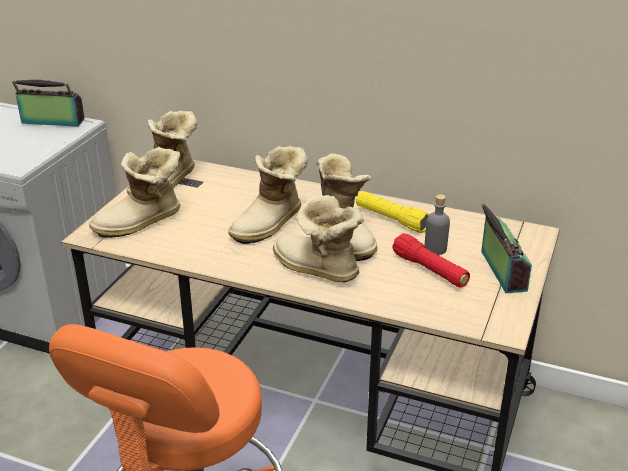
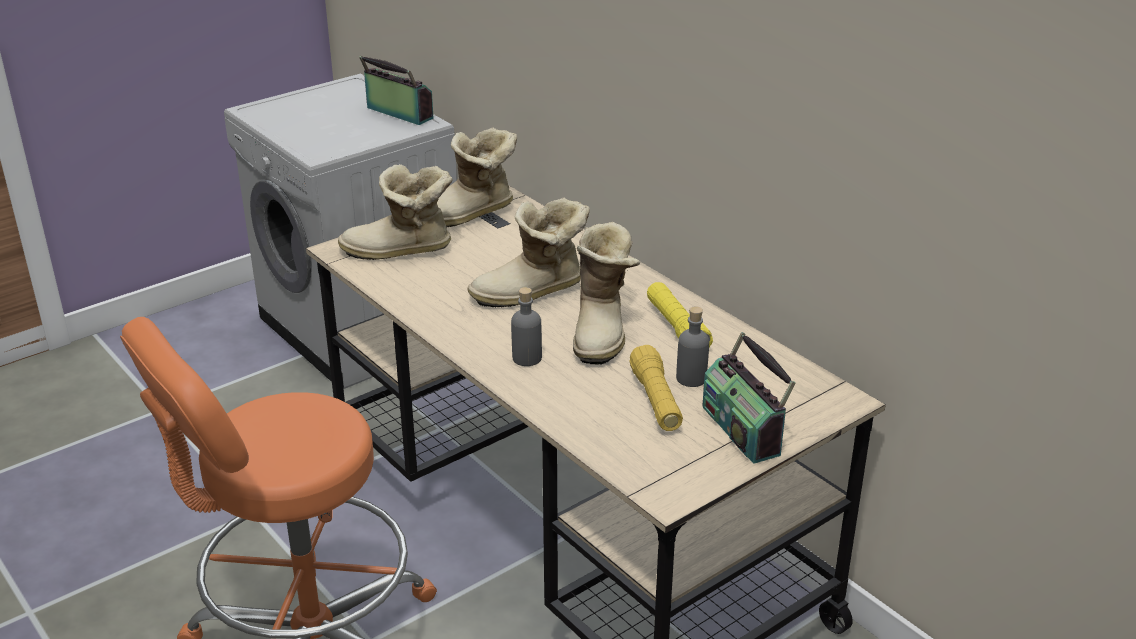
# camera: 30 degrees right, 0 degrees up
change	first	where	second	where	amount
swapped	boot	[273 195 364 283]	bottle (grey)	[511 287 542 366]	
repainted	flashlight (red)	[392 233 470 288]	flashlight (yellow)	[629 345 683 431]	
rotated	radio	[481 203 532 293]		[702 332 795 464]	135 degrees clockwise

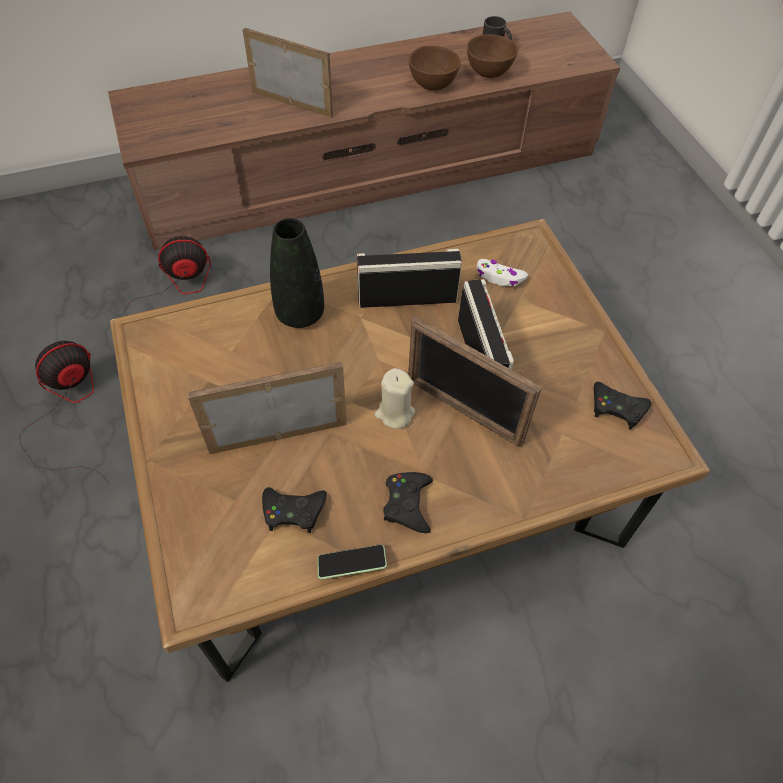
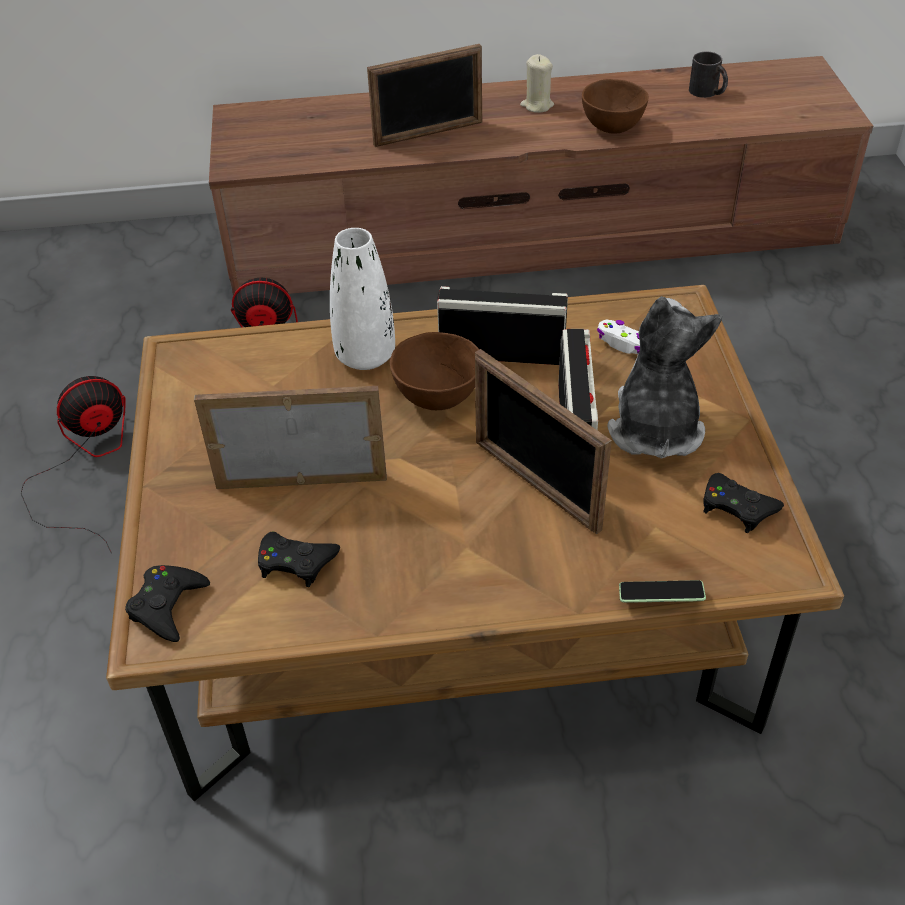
# camera: 15 degrees right, 10 degrees down
change	first	where	second	where	amount
rotated	picture frame	[243 28 333 117]		[367 44 482 147]	120 degrees clockwise
repainted	vase (black)	[270 218 324 328]	vase (white)	[330 228 395 370]	
shifted	phone	[317 544 387 579]		[619 580 706 603]	
shifted	candle (beige)	[375 368 415 429]		[520 54 554 113]	
shifted	game controller (black)	[383 472 433 533]		[125 565 210 642]	
shifted	bowl (brown)	[467 34 518 78]		[390 332 479 410]	
new			plush toy	[607 296 723 459]	

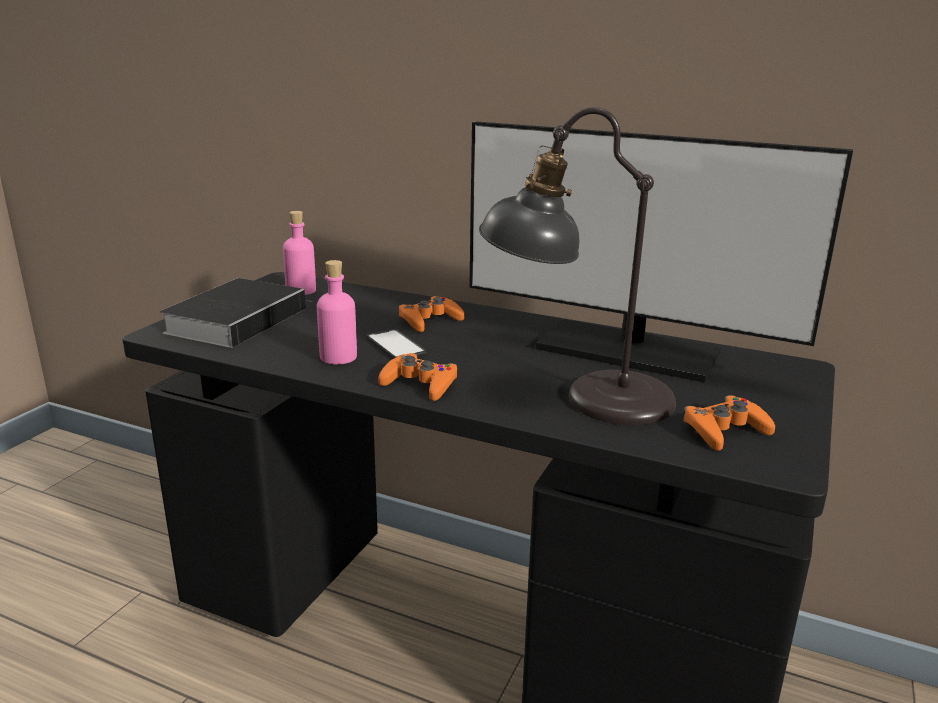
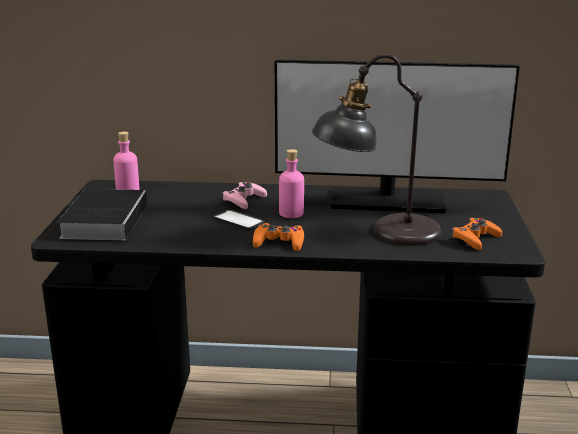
# camera: 20 degrees left, 0 degrees up
change	first	where	second	where	amount
shifted	bottle (pink)	[317 260 357 365]		[279 149 304 218]	
repainted	game controller (orange)	[399 296 465 332]	game controller (pink)	[222 182 267 209]	

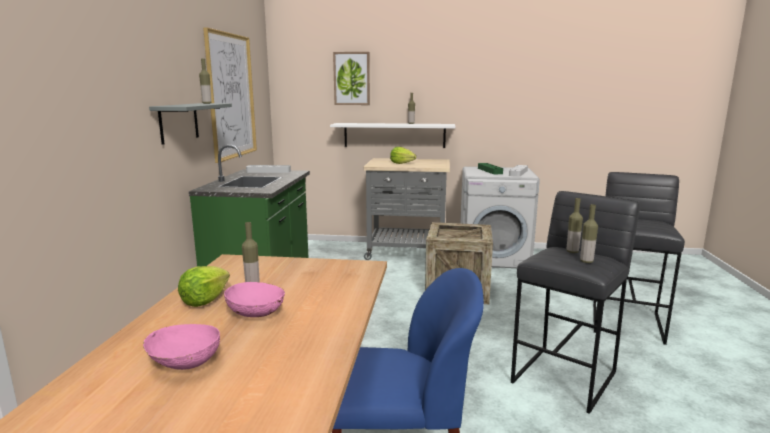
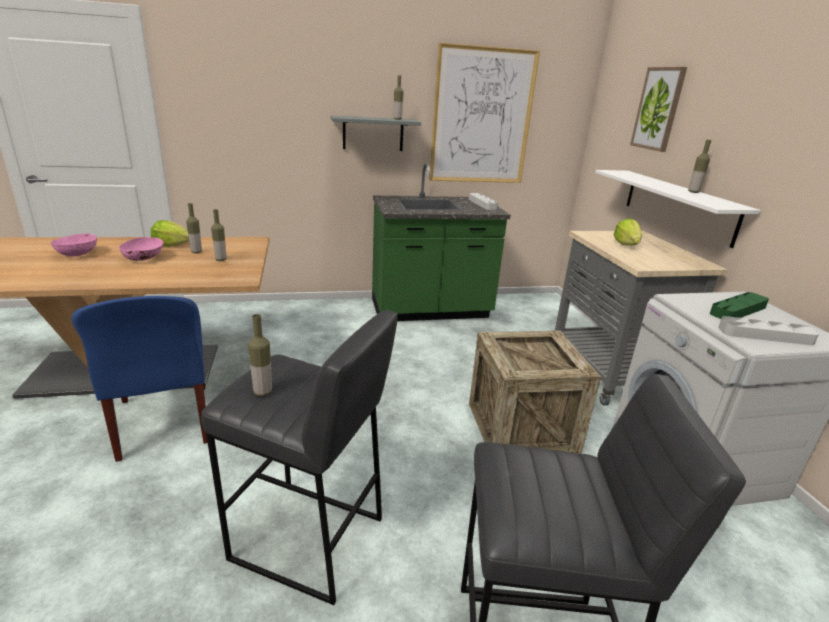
# camera: 70 degrees right, 10 degrees up
change	first	where	second	where	amount
shifted	bottle	[567 198 583 253]		[211 209 227 261]	

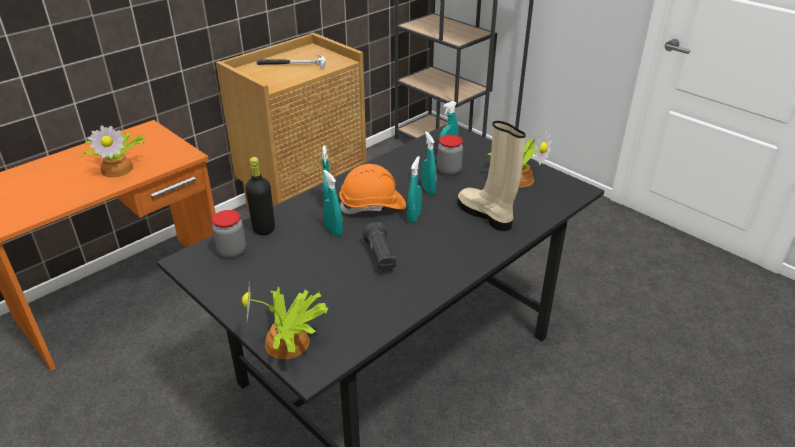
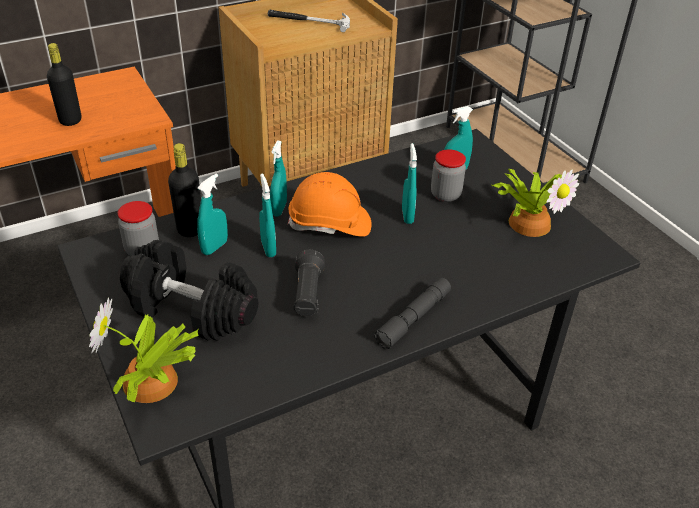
# camera: 15 degrees right, 5 degrees up
change	first	where	second	where	amount
swapped	potted plant	[80 125 146 177]	bottle (black)	[47 43 81 126]	
shifted	spray bottle (turquoise)	[407 156 422 223]		[197 173 228 255]	
gone	boot (beige)	[457 121 526 231]			
new			dumbbell (black)	[120 240 258 341]	
new			flashlight (grey)	[374 278 451 349]	

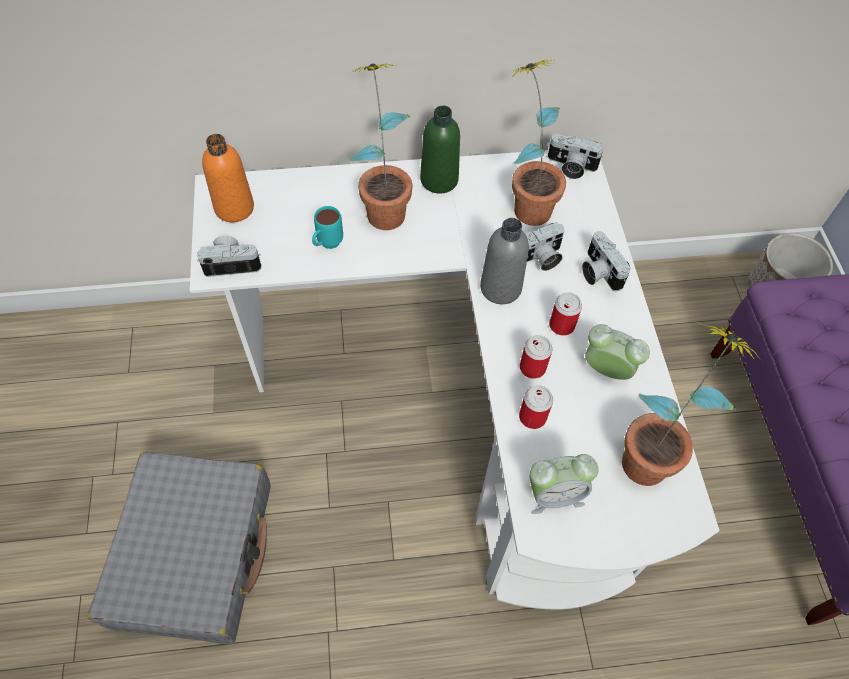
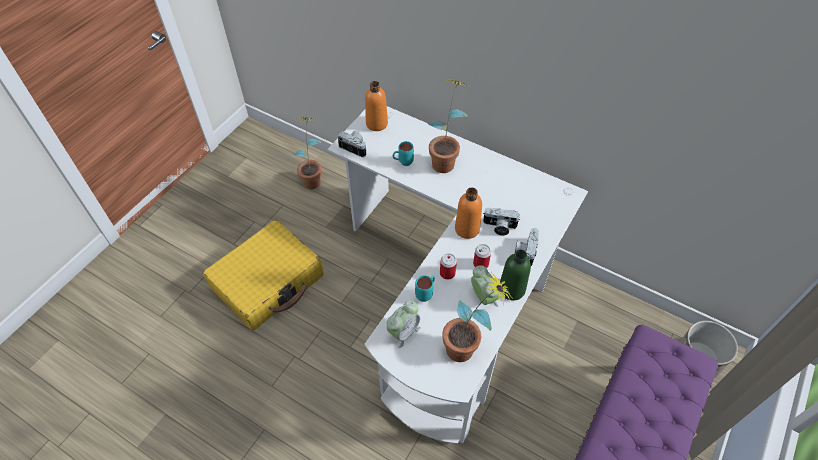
# camera: 40 degrees right, 5 degrees down
change	first	where	second	where	amount
repainted	suitcase (grey)	[88 451 271 645]	suitcase (yellow)	[203 220 324 330]	
shifted	bottle (green)	[420 106 460 194]		[500 250 531 301]	
repainted	bottle (grey)	[480 218 529 304]	bottle (orange)	[455 188 482 239]	
shifted	potted plant	[512 59 566 226]		[292 117 323 189]	
swapped	can	[519 385 553 429]	mug (turquoise)	[415 275 435 302]	
rotated	alarm clock	[529 454 599 514]		[387 301 421 348]	75 degrees counterclockwise
gone	photo camera	[548 134 603 179]			

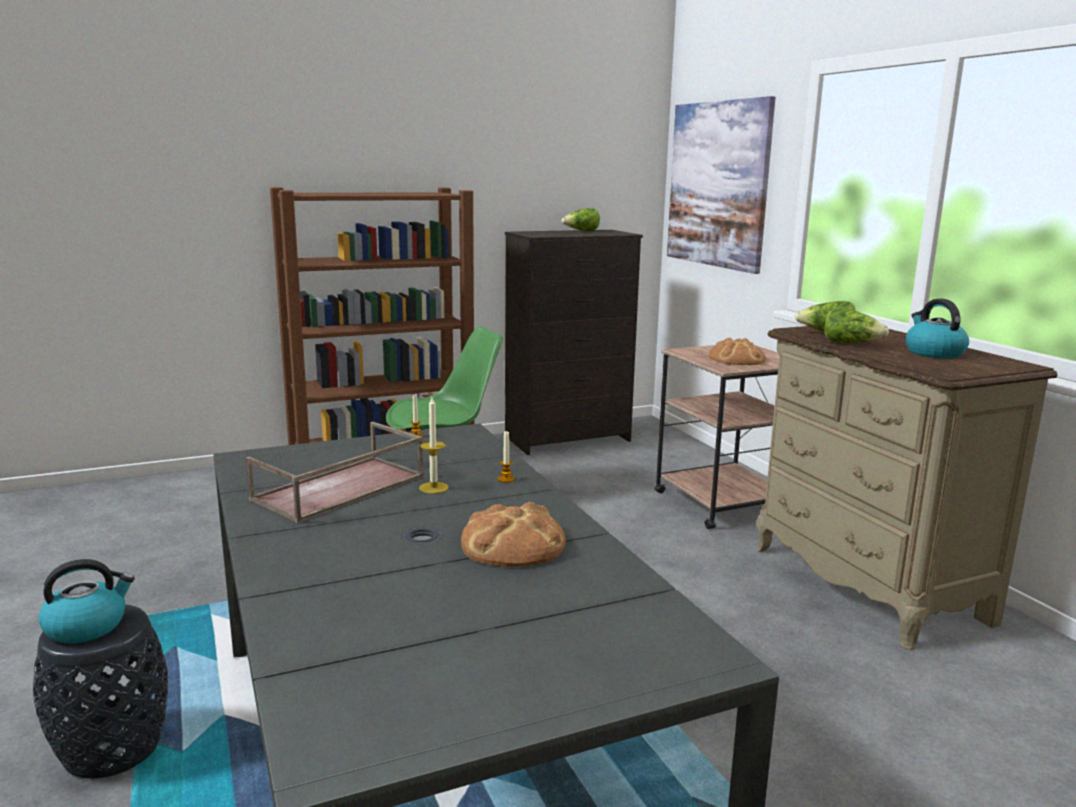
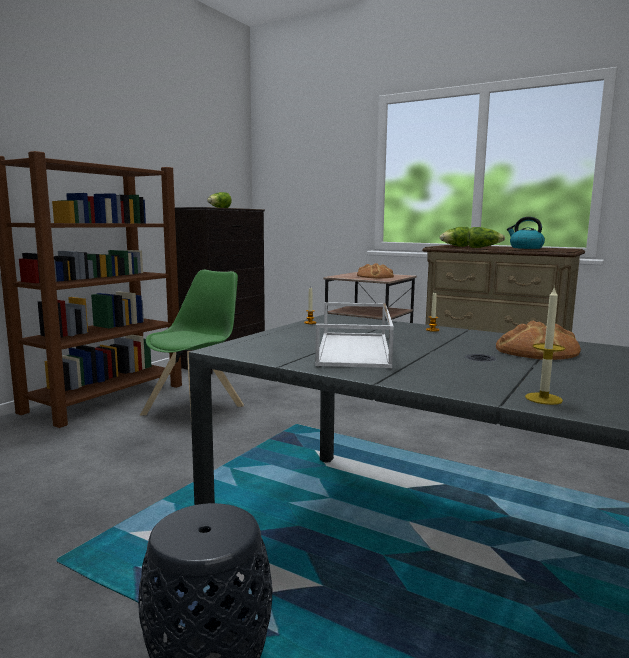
# camera: 35 degrees left, 5 degrees down
change	first	where	second	where	amount
gone	kettle	[38 559 135 644]			
repainted	tray (brown)	[246 422 424 523]	tray (white)	[315 302 394 368]	
shifted	candle	[419 397 449 494]		[525 286 565 405]	
gone	picture	[667 96 776 274]			

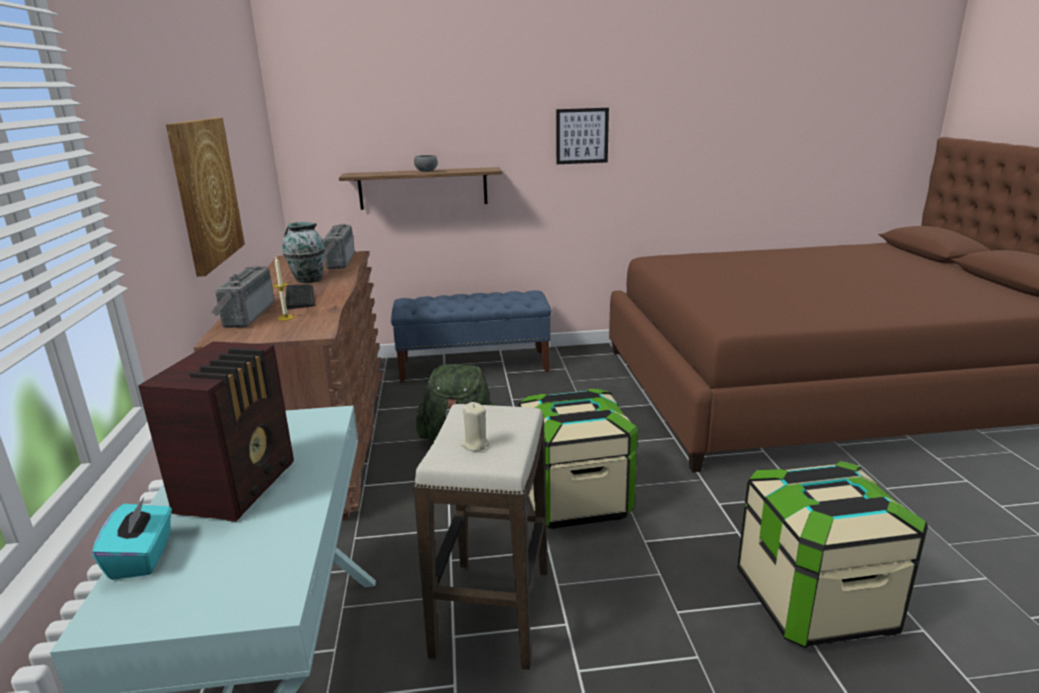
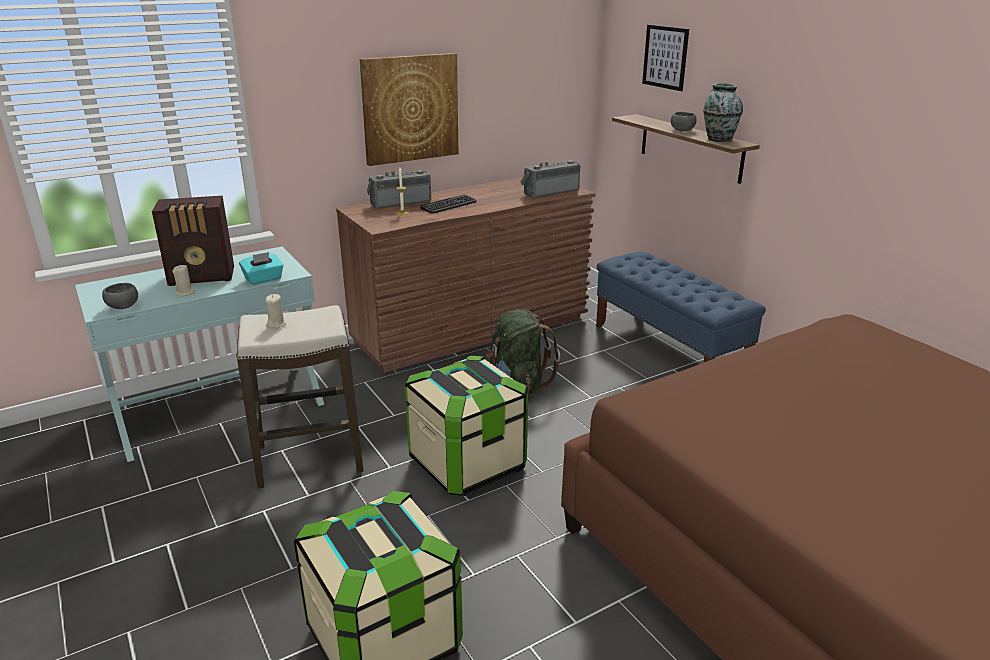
# camera: 65 degrees right, 5 degrees up
change	first	where	second	where	amount
shifted	tissue box (turquoise)	[92 497 172 580]		[239 252 284 285]	
shifted	vase	[282 222 325 283]		[703 83 743 142]	
shifted	picture	[556 108 609 164]		[642 25 689 91]	
new			bowl (grey)	[102 283 138 309]	
new			candle (beige)	[172 265 195 296]	

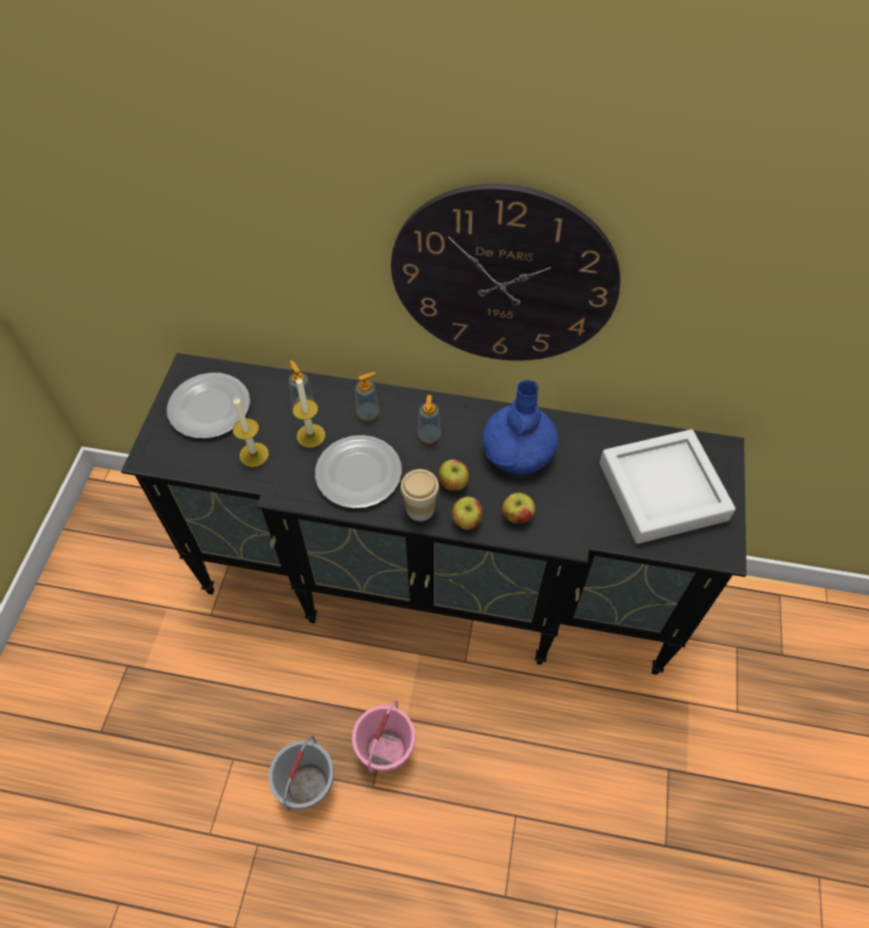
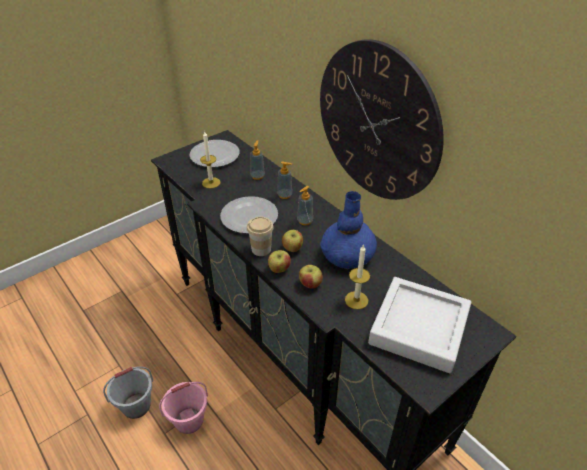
# camera: 40 degrees right, 15 degrees down
change	first	where	second	where	amount
shifted	candle	[293 377 325 448]		[345 244 370 310]	

